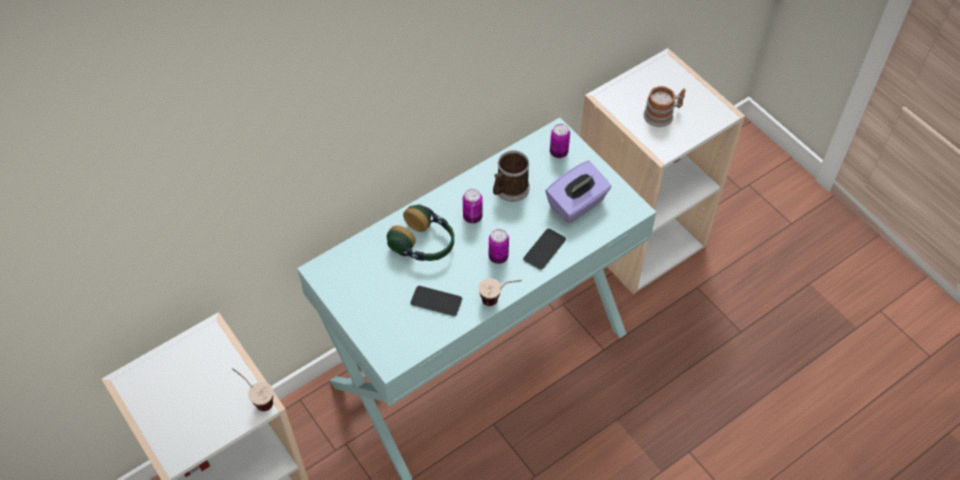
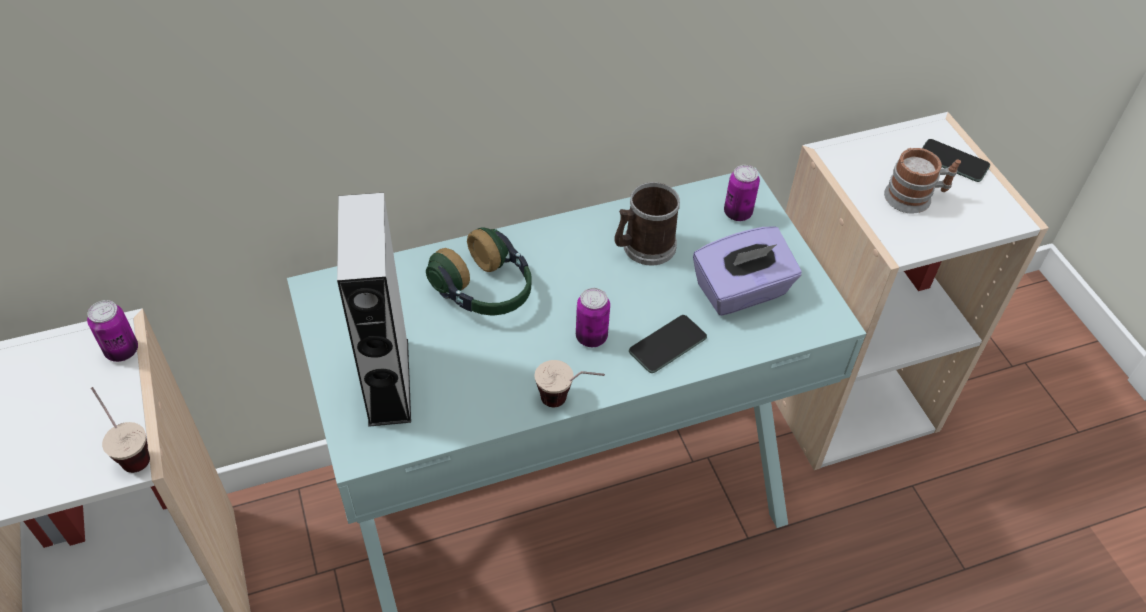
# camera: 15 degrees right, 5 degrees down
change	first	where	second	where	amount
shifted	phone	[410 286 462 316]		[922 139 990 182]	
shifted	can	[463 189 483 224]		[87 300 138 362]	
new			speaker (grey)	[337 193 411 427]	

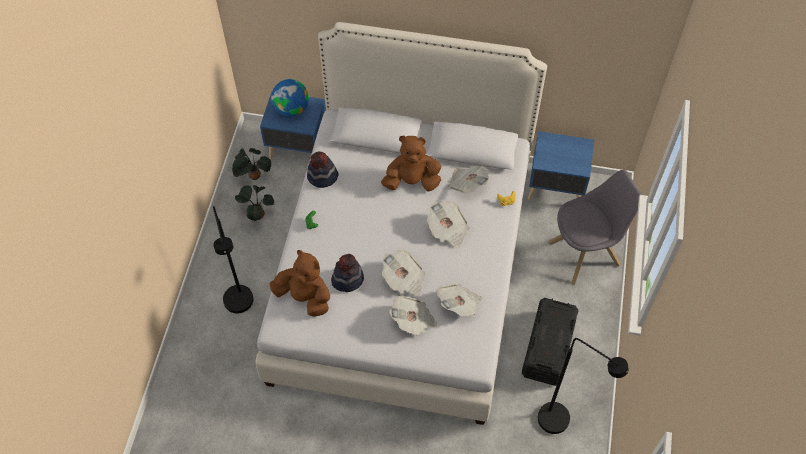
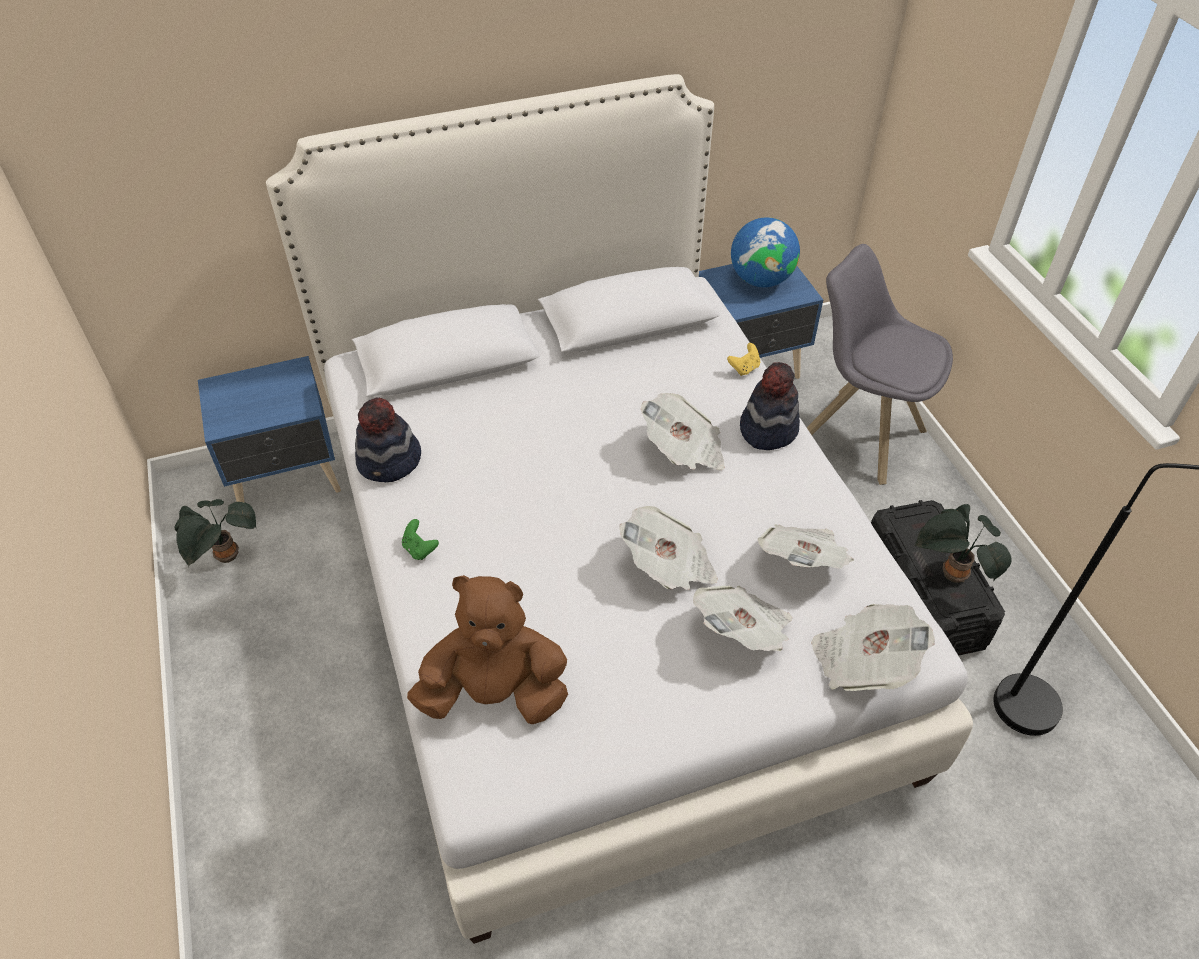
# camera: 30 degrees left, 10 degrees down
change	first	where	second	where	amount
gone	floor lamp (black)	[213 206 253 313]			
shifted	potted plant	[235 185 274 222]		[914 504 1011 583]	
shifted	globe	[271 79 309 117]		[731 217 800 287]	
shifted	hat	[331 254 364 292]		[740 362 800 450]	
gone	plush toy (brown)	[381 135 441 192]			
shifted	newspaper	[447 165 490 193]		[811 604 935 691]	
rotated	chair (grey)	[548 170 642 285]		[807 244 953 485]	90 degrees counterclockwise

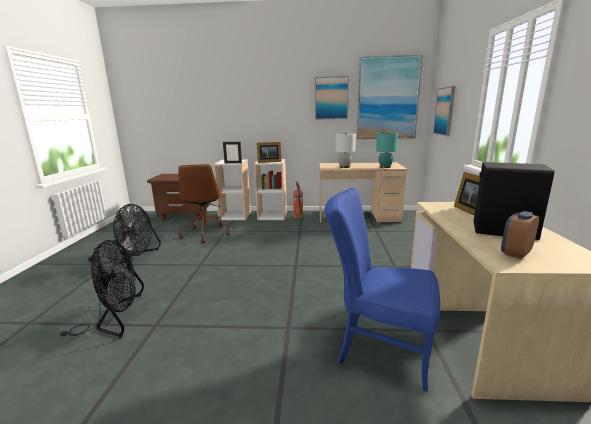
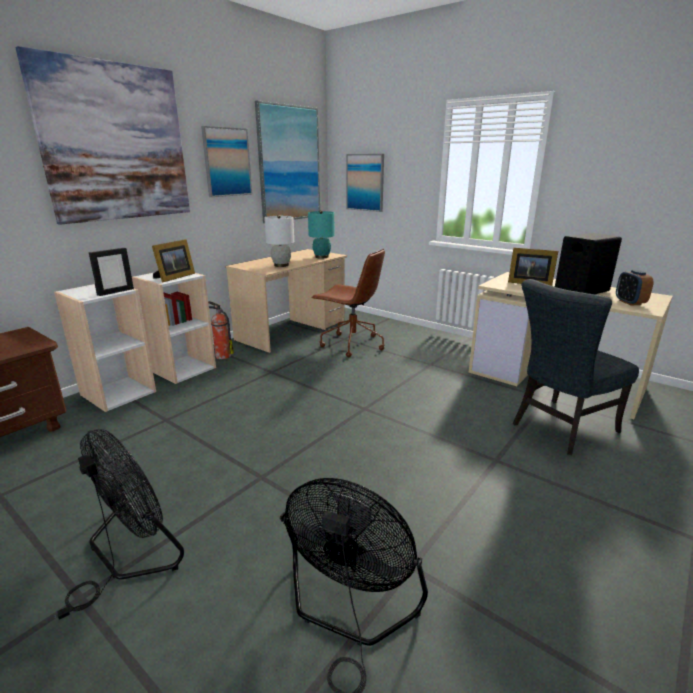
# camera: 55 degrees left, 5 degrees up
change	first	where	second	where	amount
shifted	office chair (brown)	[178 164 230 243]		[311 249 385 357]	
repainted	chair (blue)	[325 188 440 392]	chair (grey)	[513 279 639 455]	
new			picture	[15 46 190 225]	

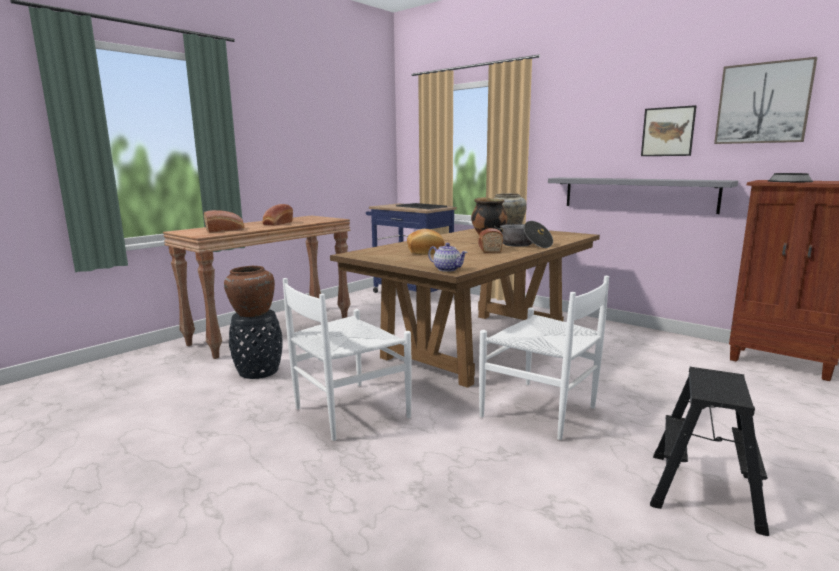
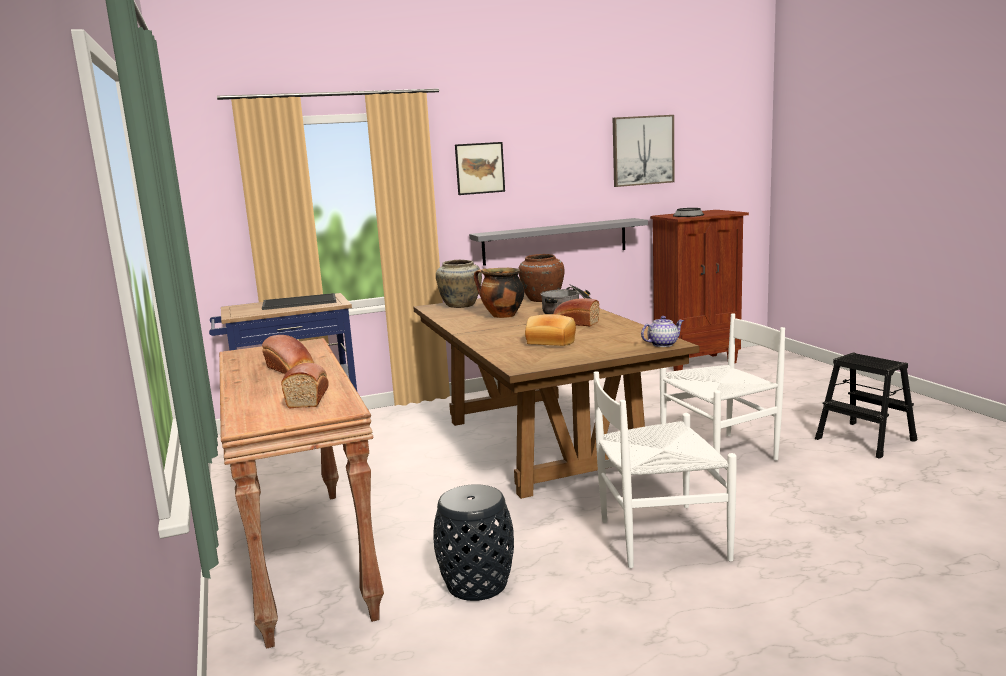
# camera: 60 degrees left, 0 degrees up
change	first	where	second	where	amount
shifted	vase (brown)	[224 266 275 317]		[519 254 565 302]	
rotated	chair (white)	[283 278 412 441]		[594 371 737 568]	90 degrees clockwise
shifted	picture	[641 105 696 156]		[455 142 505 195]	

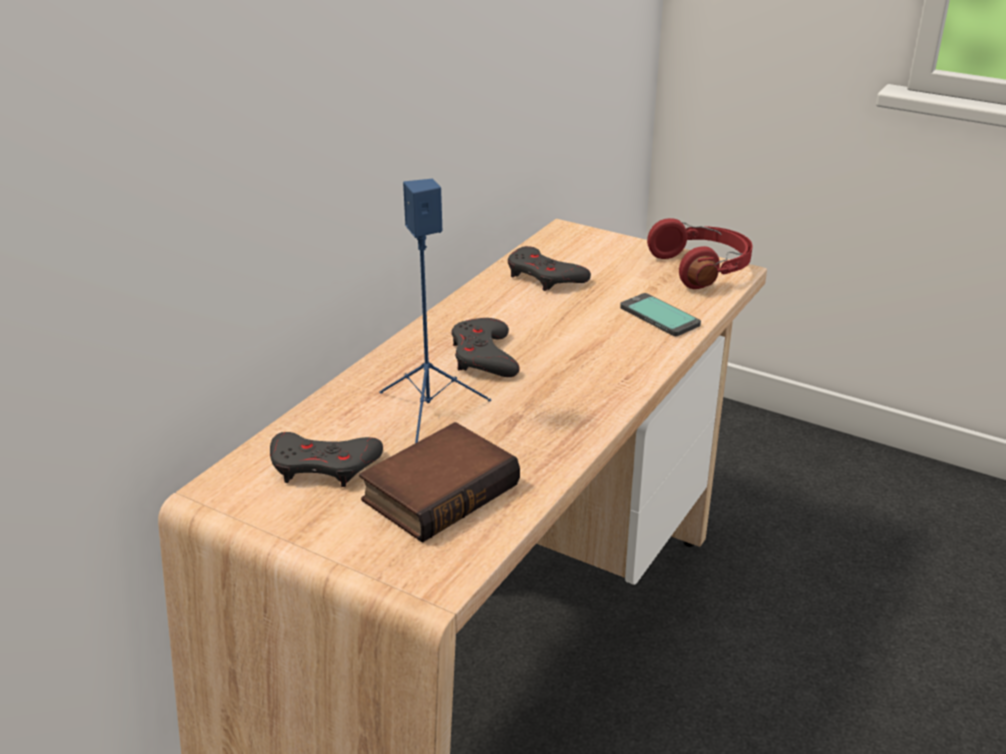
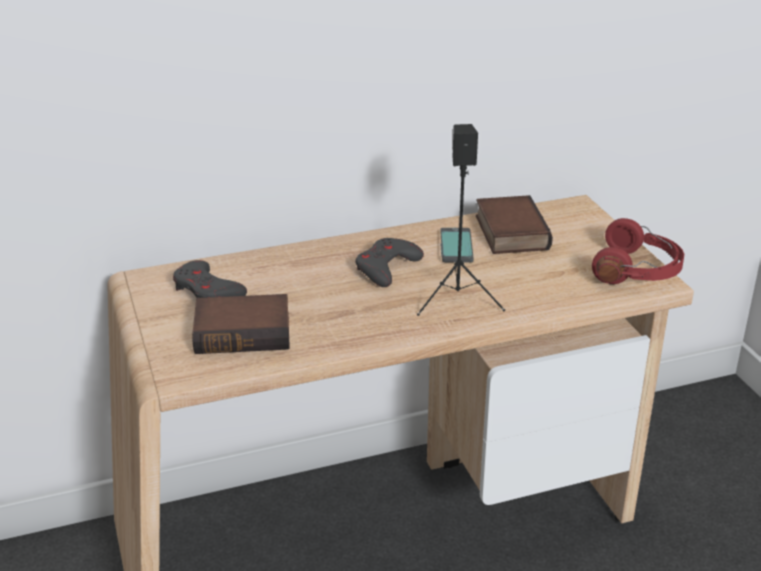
# camera: 40 degrees right, 0 degrees up
change	first	where	second	where	amount
gone	speaker (blue)	[379 179 491 443]			
swapped	game controller (grey)	[508 246 591 291]	book	[476 195 553 254]	
shifted	phone	[620 293 701 336]		[441 228 473 263]	
new			speaker (black)	[417 124 505 316]	

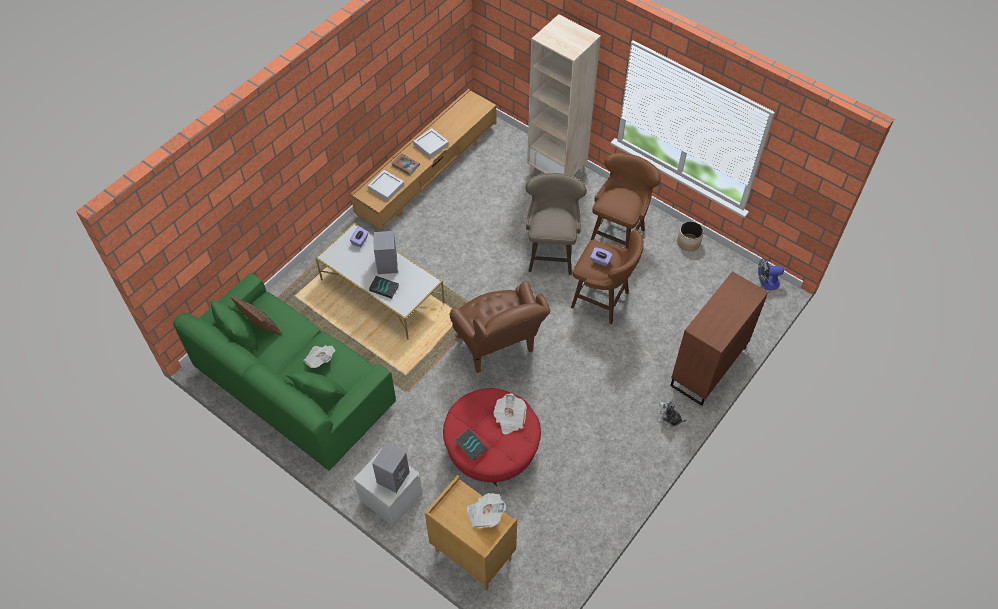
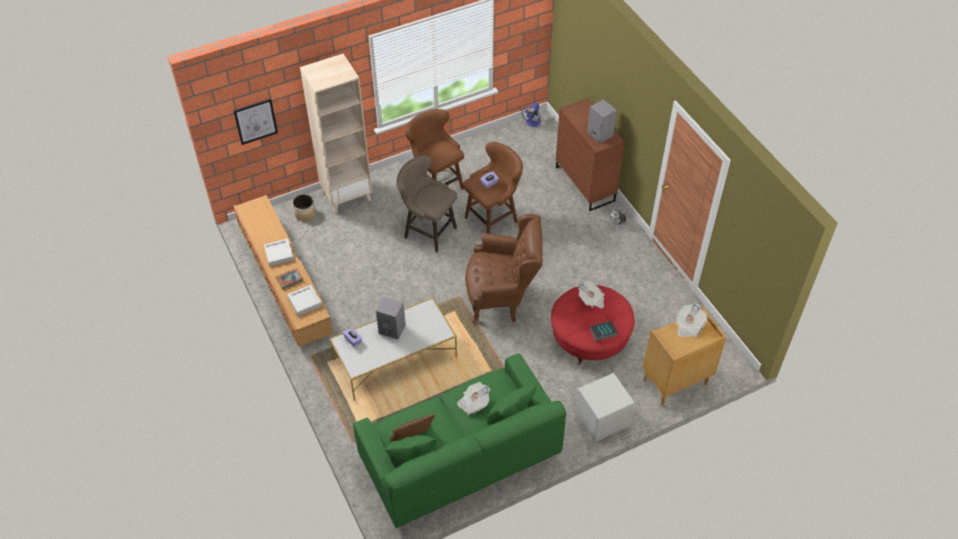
# camera: 65 degrees left, 5 degrees down
change	first	where	second	where	amount
gone	book	[369 276 399 299]			
shifted	speaker (grey)	[372 442 410 493]		[587 99 617 143]	
shifted	planter	[677 221 704 251]		[293 194 316 221]	
new			picture	[233 98 278 145]	

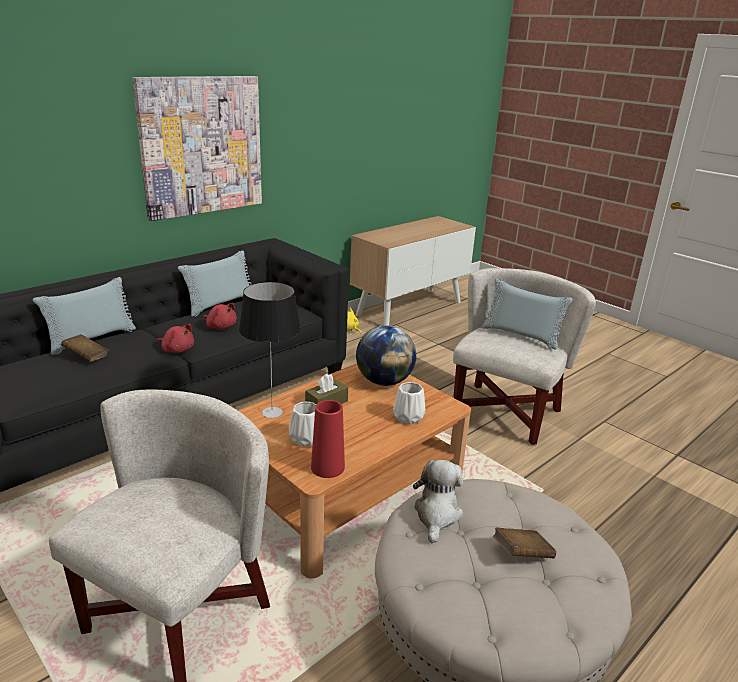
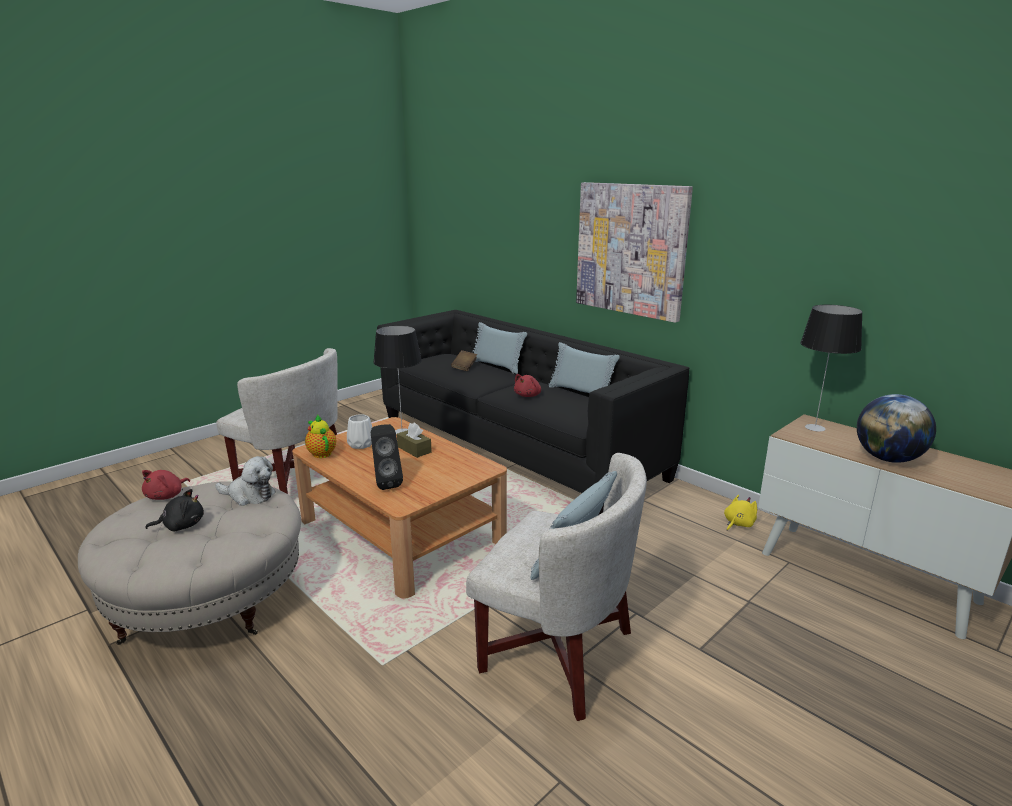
# camera: 90 degrees right, 5 degrees down
change	first	where	second	where	amount
shifted	plush toy (red)	[157 324 194 353]		[142 470 190 500]	
swapped	vase (red)	[311 400 345 478]	teapot	[305 414 336 458]	
shifted	globe	[356 325 416 386]		[857 394 936 463]	
swapped	vase (white)	[393 382 425 424]	speaker (black)	[371 424 403 490]	
swapped	book (brown)	[493 527 556 558]	plush toy (black)	[145 489 204 532]	
new			table lamp	[800 305 863 432]	

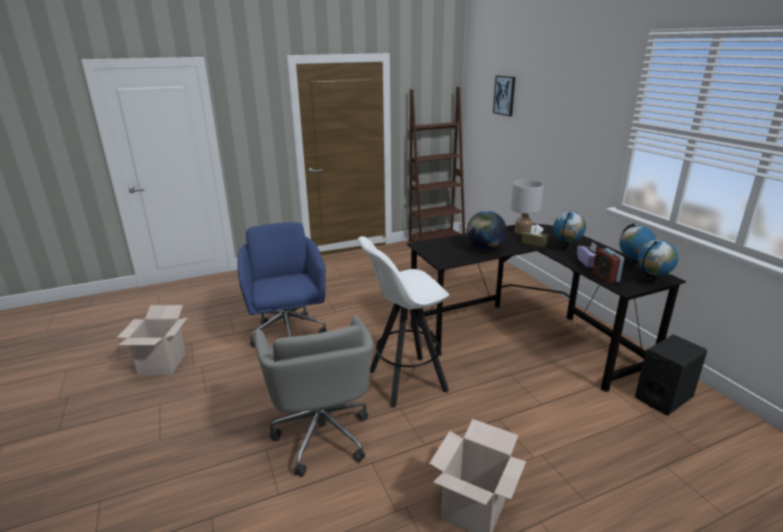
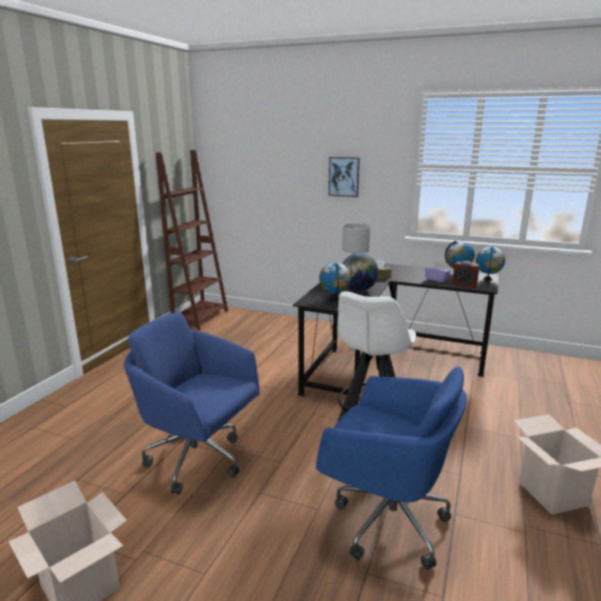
# camera: 45 degrees left, 5 degrees down
change	first	where	second	where	amount
repainted	office chair (grey)	[254 315 373 477]	office chair (blue)	[316 367 467 570]	
shifted	picture	[493 75 516 116]		[329 157 360 197]	
shifted	globe	[554 212 586 250]		[319 262 351 301]	
gone	speaker (black)	[635 335 707 416]			

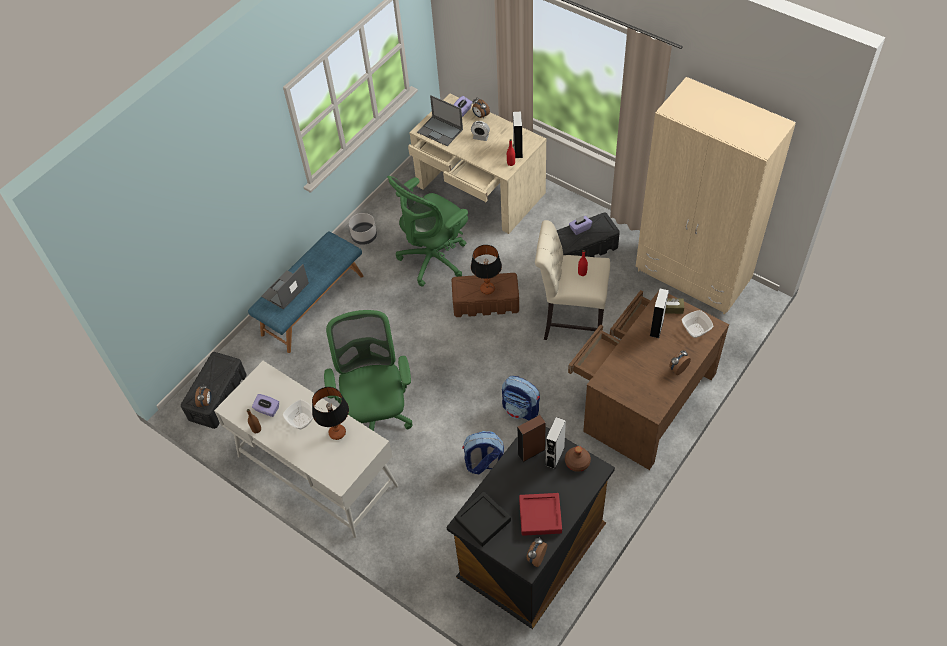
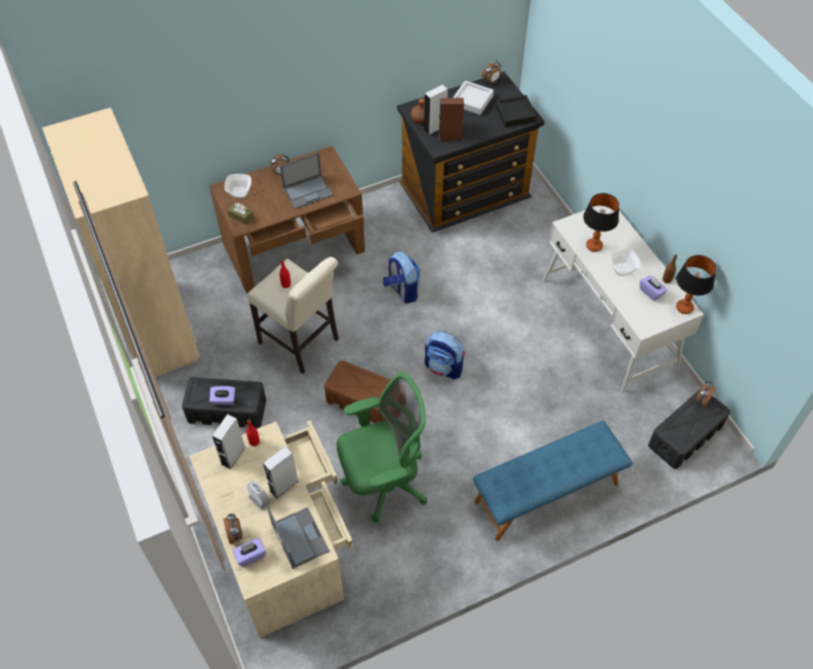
# camera: 155 degrees left, 0 degrees up
change	first	where	second	where	amount
shifted	laptop	[261 264 309 310]		[280 153 333 209]	
gone	office chair (green)	[324 310 412 431]			
gone	planter (grey)	[349 213 377 245]			
shifted	backpack	[462 431 504 474]		[425 331 465 380]	
shifted	table lamp	[471 245 502 295]		[676 255 716 314]	
repainted	tray (red)	[519 493 562 536]	tray (grey)	[453 81 494 115]	
shifted	speaker (grey)	[650 289 669 338]		[263 446 299 499]	

